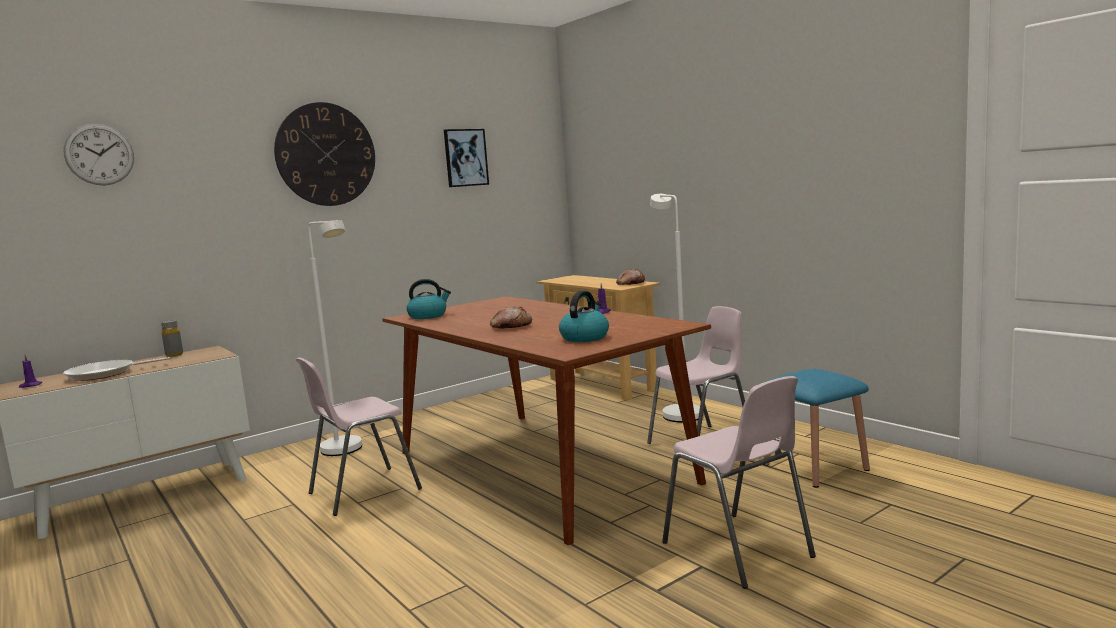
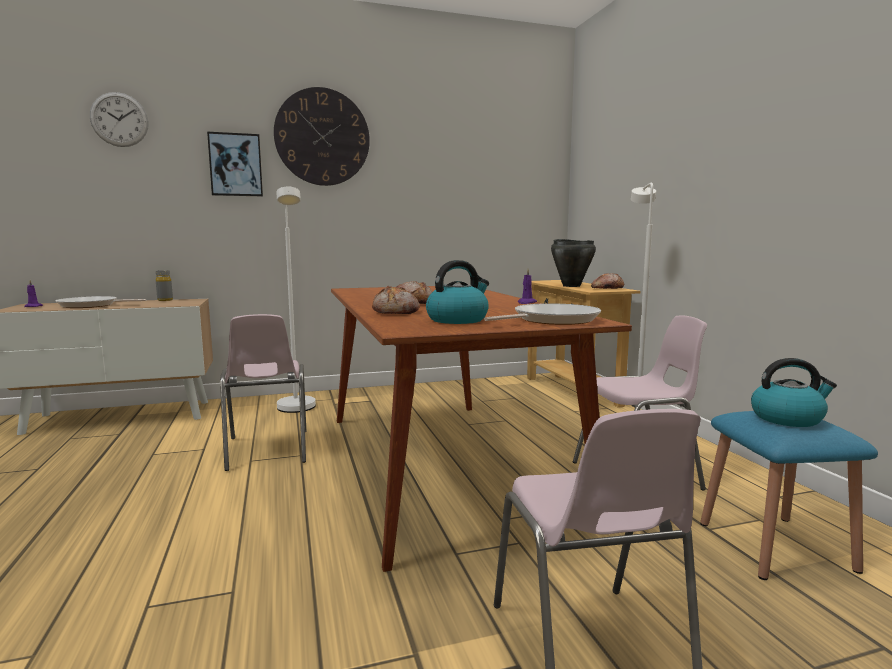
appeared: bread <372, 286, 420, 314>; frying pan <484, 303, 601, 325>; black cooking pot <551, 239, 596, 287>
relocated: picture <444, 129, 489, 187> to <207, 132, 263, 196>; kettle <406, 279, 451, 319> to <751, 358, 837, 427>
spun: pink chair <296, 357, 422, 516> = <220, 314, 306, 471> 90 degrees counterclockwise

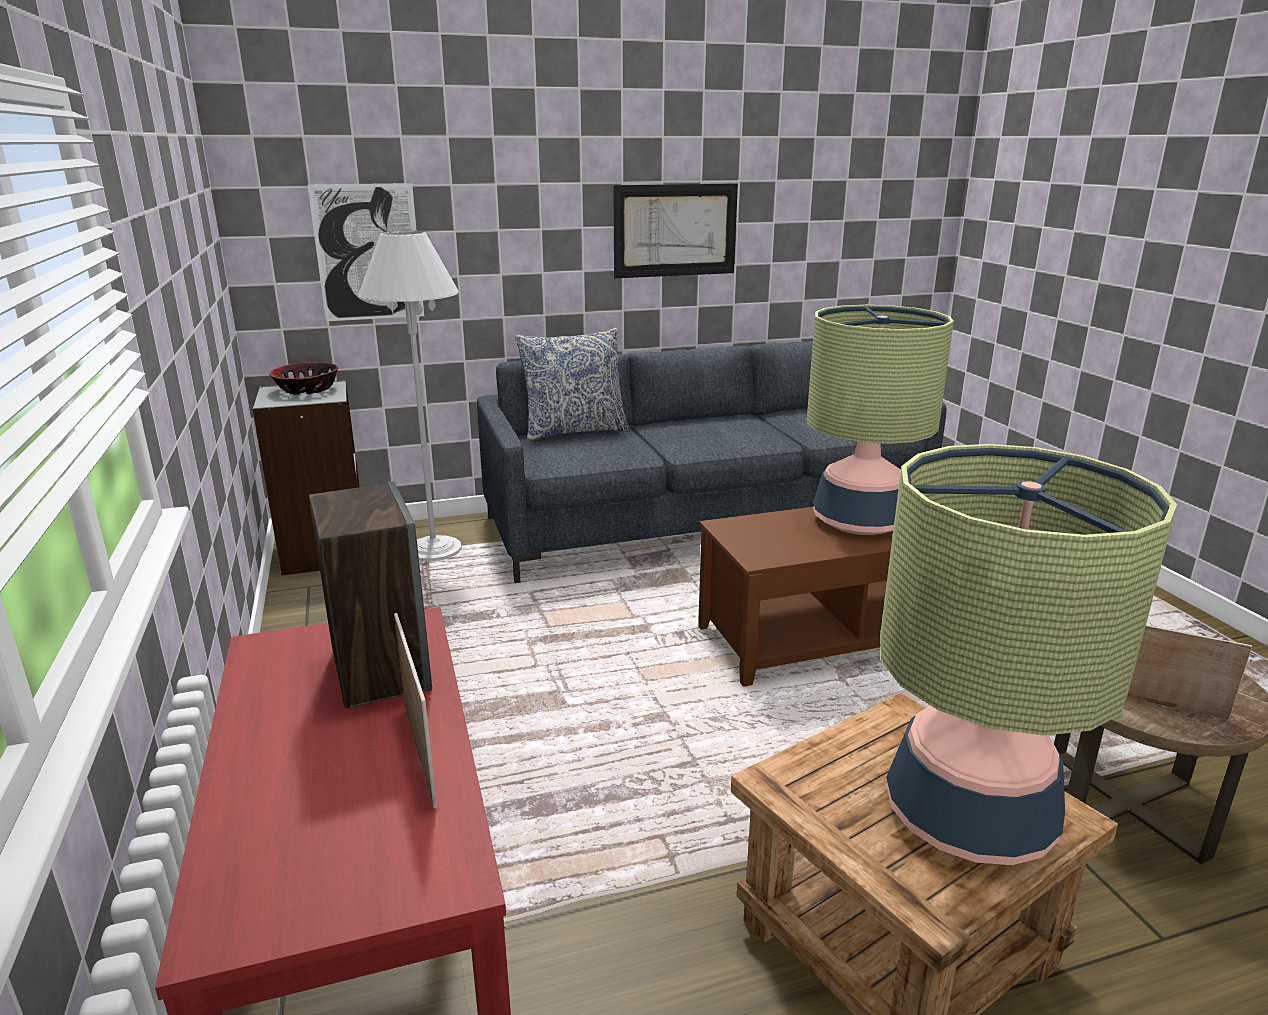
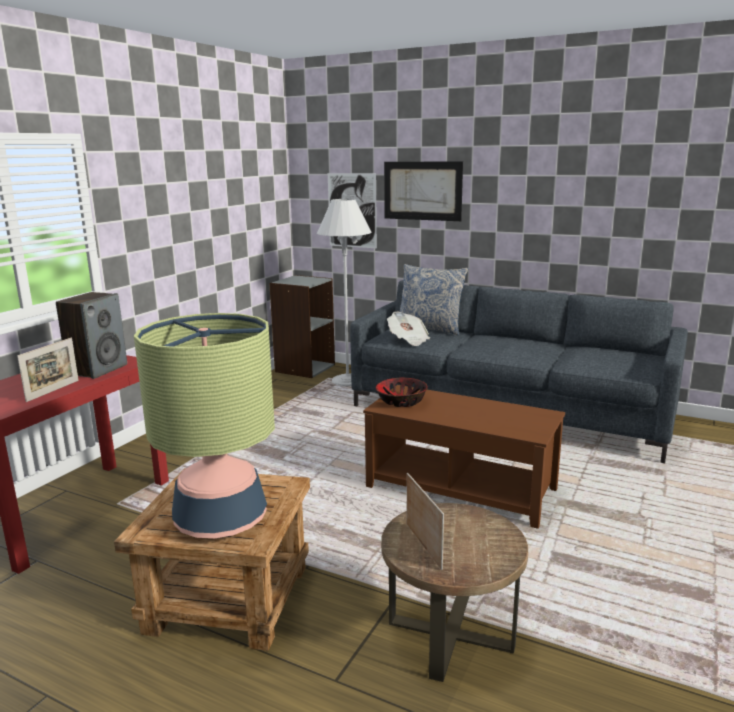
missing: table lamp <807, 305, 954, 535>
appeared: newspaper <387, 312, 430, 346>
relocated: bowl <269, 362, 339, 395> to <375, 377, 428, 407>; picture <613, 183, 738, 278> to <384, 161, 463, 221>

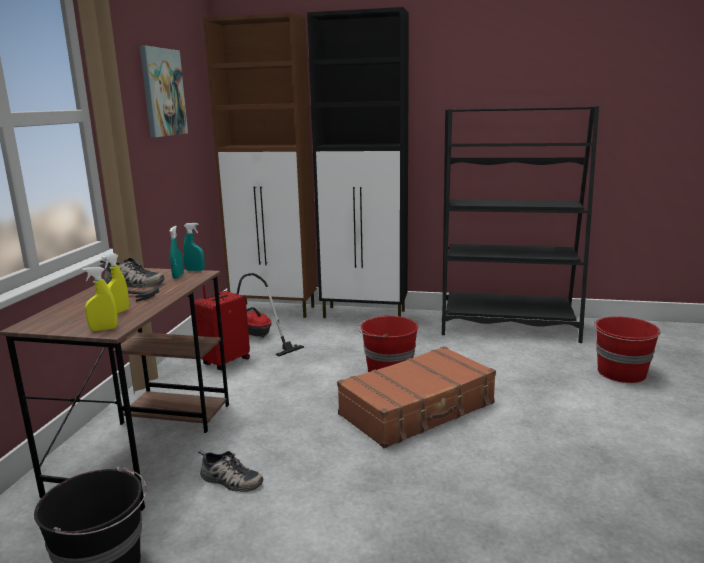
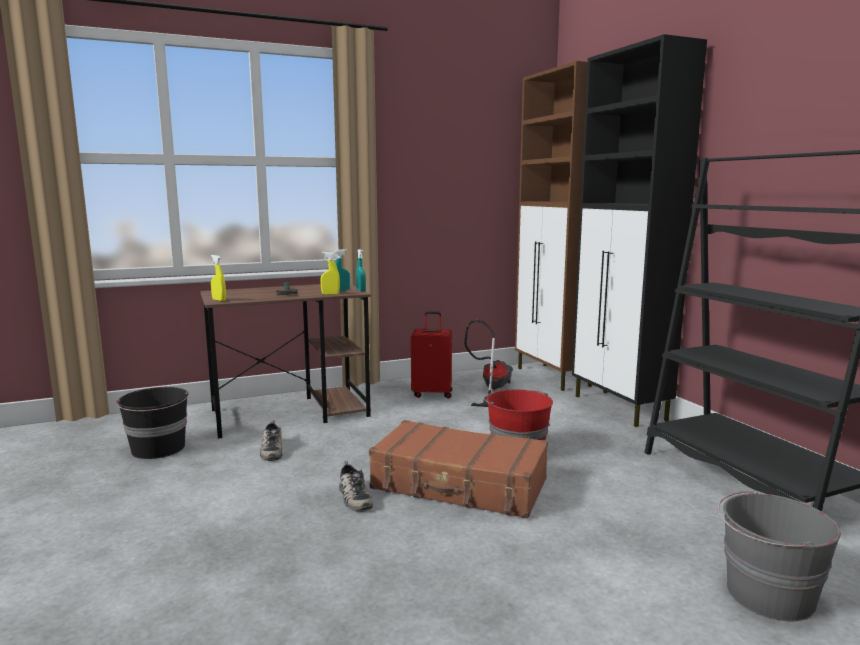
missing: picture <140, 45, 188, 137>
relocated: yellow spray bottle <101, 253, 129, 314> to <320, 252, 340, 295>; shoe <100, 257, 164, 288> to <339, 461, 373, 512>
colour: red bucket <594, 317, 661, 383> to grey bucket <718, 490, 841, 622>

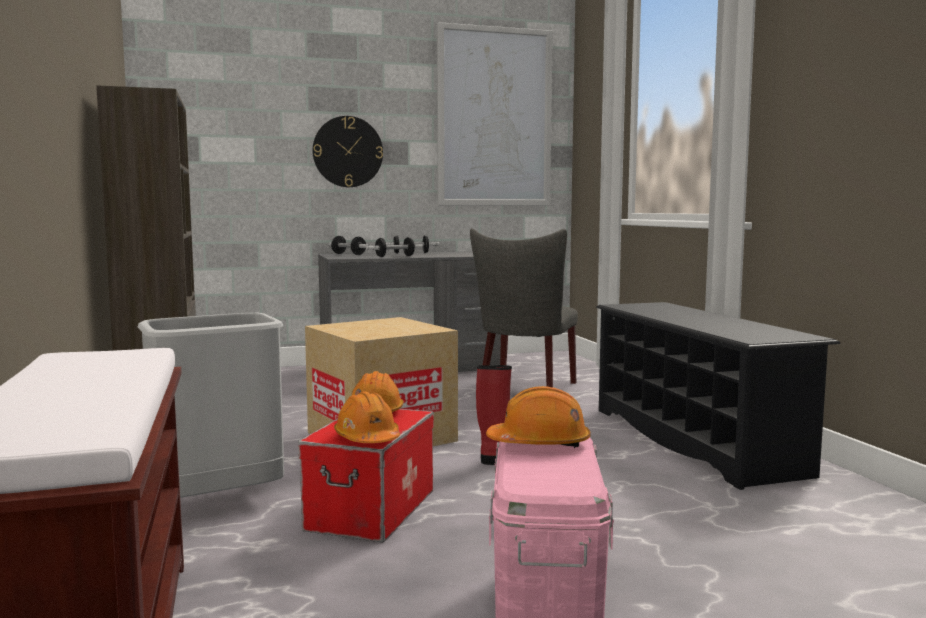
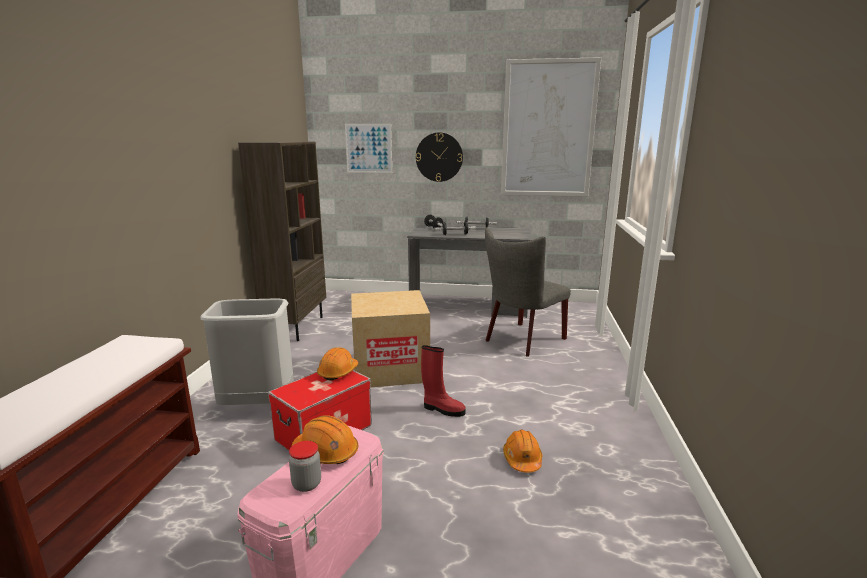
missing: black shoe rack <596, 302, 841, 490>
appeared: jar <289, 441, 321, 492>; picture <345, 124, 392, 173>
relocated: orange hard hat <334, 392, 400, 443> to <503, 430, 542, 473>

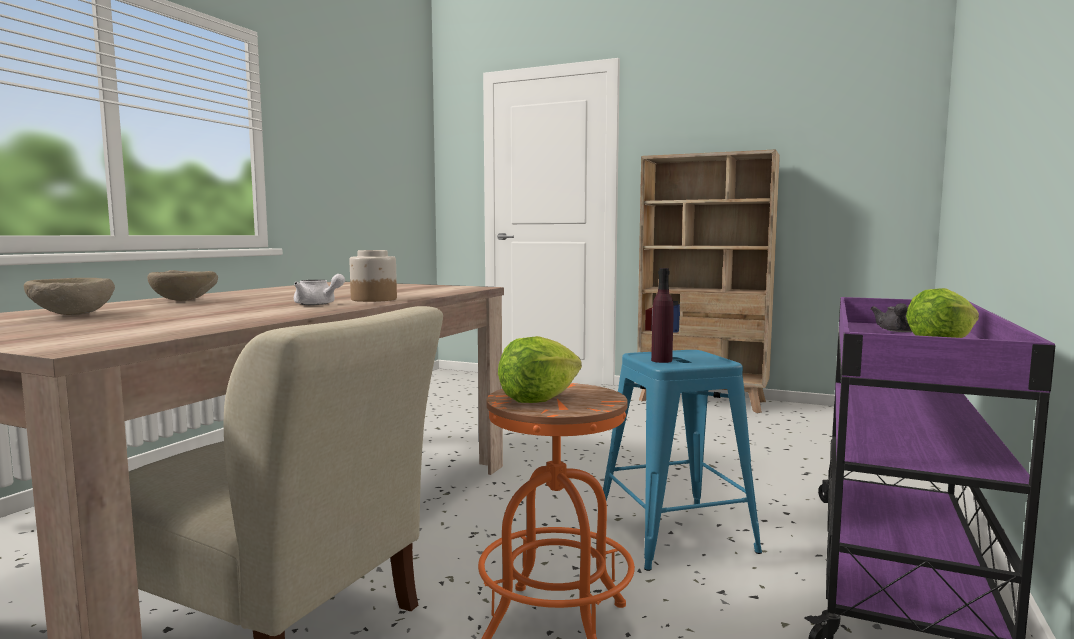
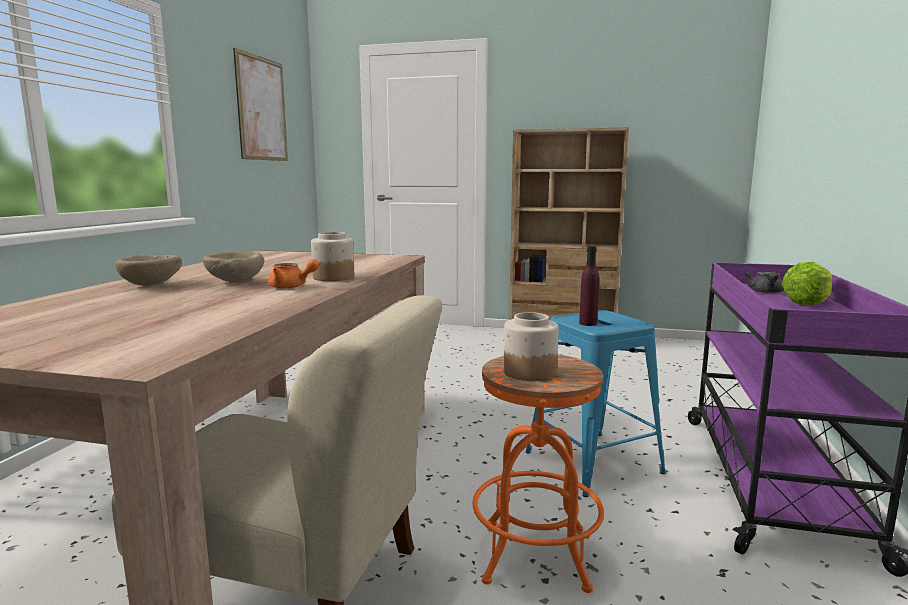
appeared: picture <233, 48, 288, 161>
relocated: beige bowl <24, 278, 115, 315> to <203, 252, 264, 282>
exchanged: lettuce <498, 336, 582, 403> to jar <503, 312, 559, 381>
colour: white teapot <294, 274, 345, 305> to orange teapot <268, 259, 319, 288>

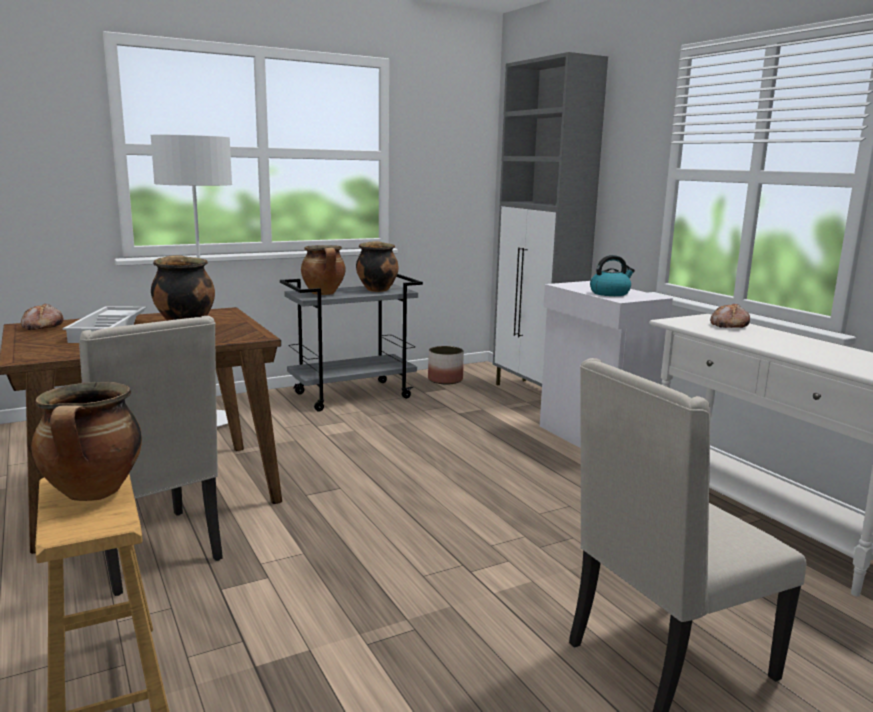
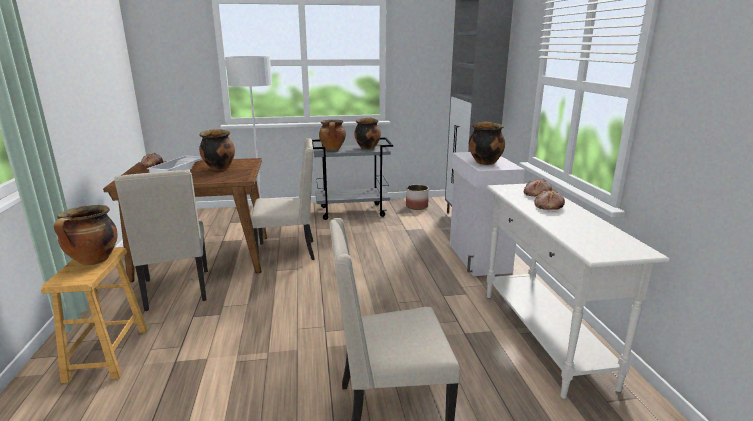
appeared: beige chair <251, 138, 315, 261>; bread <534, 189, 565, 210>
exchanged: kettle <590, 255, 635, 296> to cooking pot <469, 121, 505, 165>

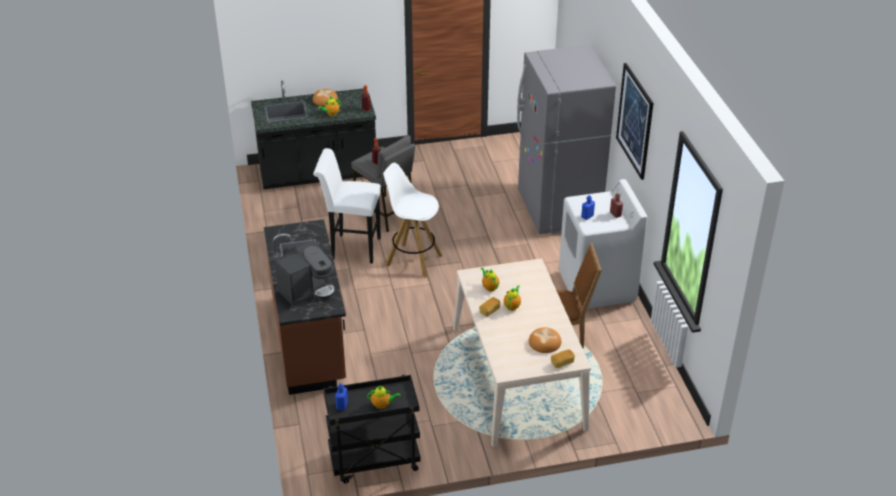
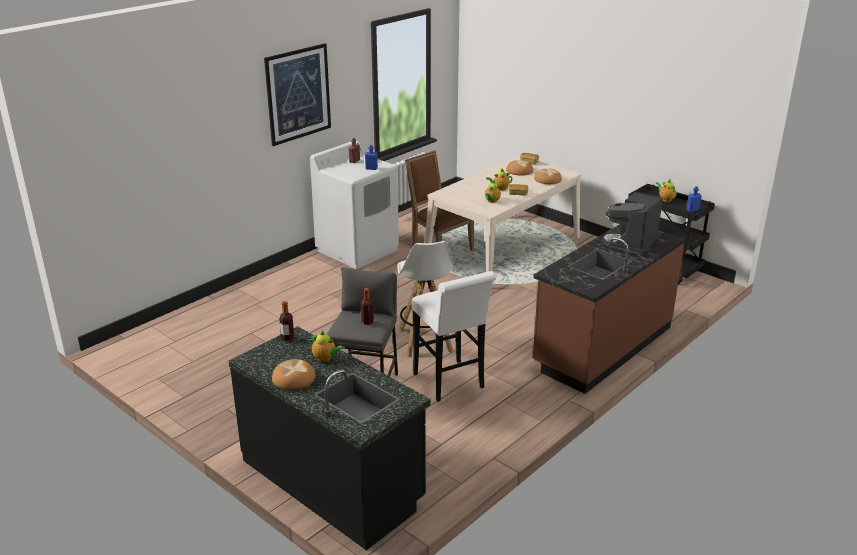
missing: grey fridge <517, 45, 616, 234>
appeared: bread <534, 169, 562, 184>
spun: coffee machine <275, 240, 335, 306> = <602, 191, 663, 255> 75 degrees counterclockwise

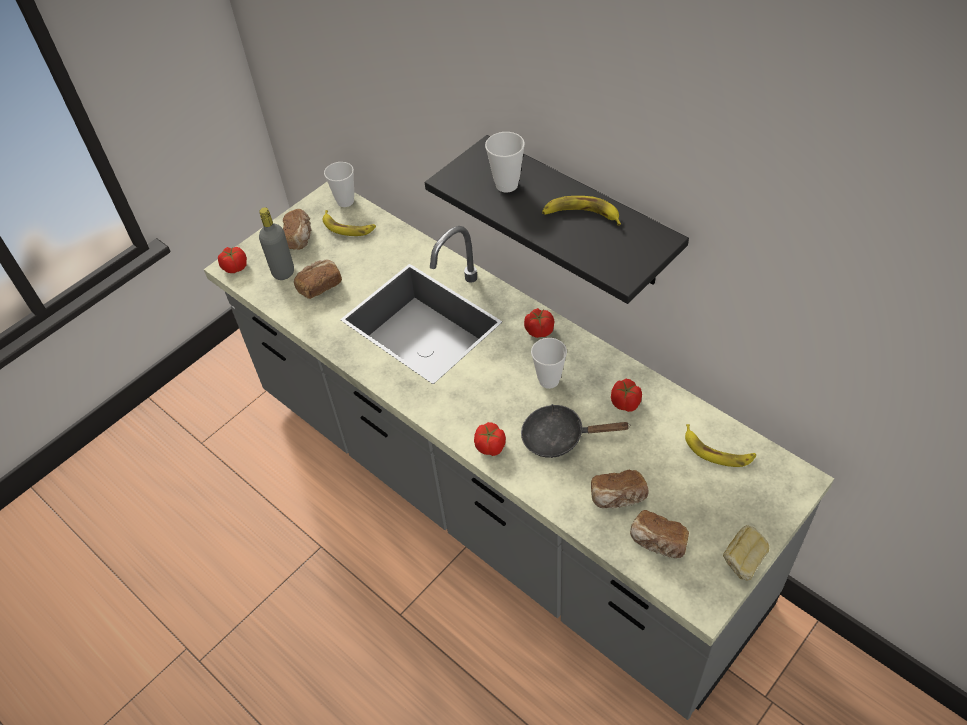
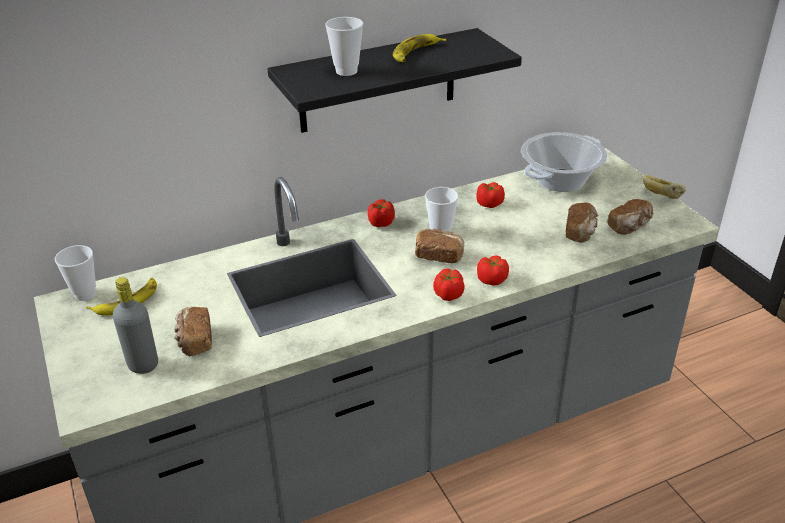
missing: black frying pan <521, 404, 631, 458>
relocated: bread <283, 209, 311, 250> to <415, 229, 464, 263>; tomato <218, 247, 247, 273> to <433, 268, 465, 301>
exchanged: banana <685, 424, 756, 467> to cooking pot <521, 132, 607, 192>

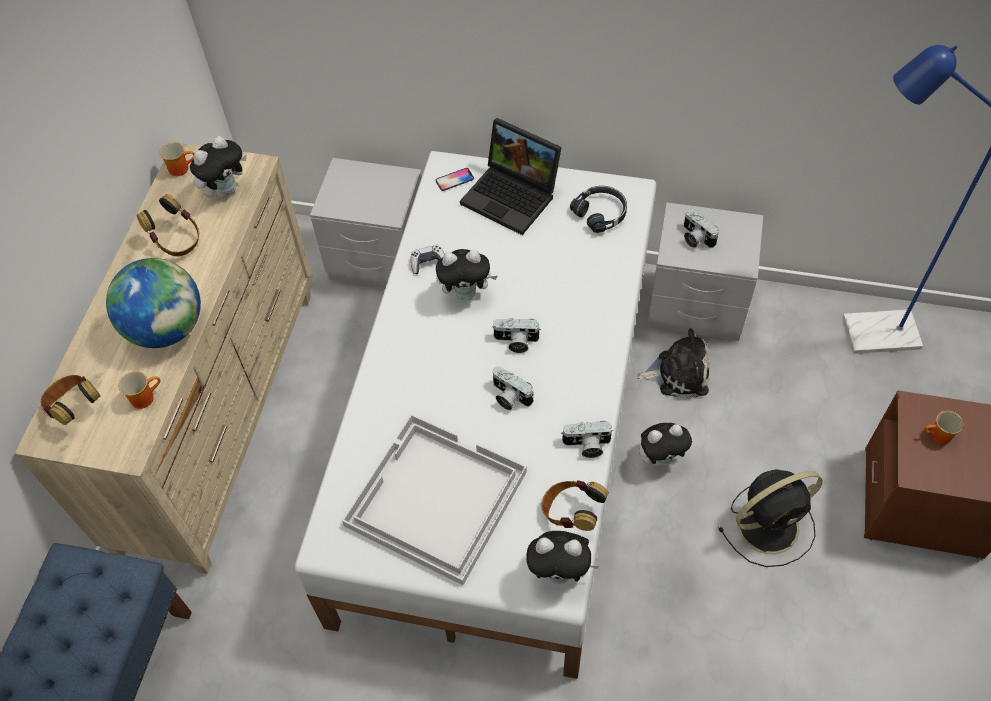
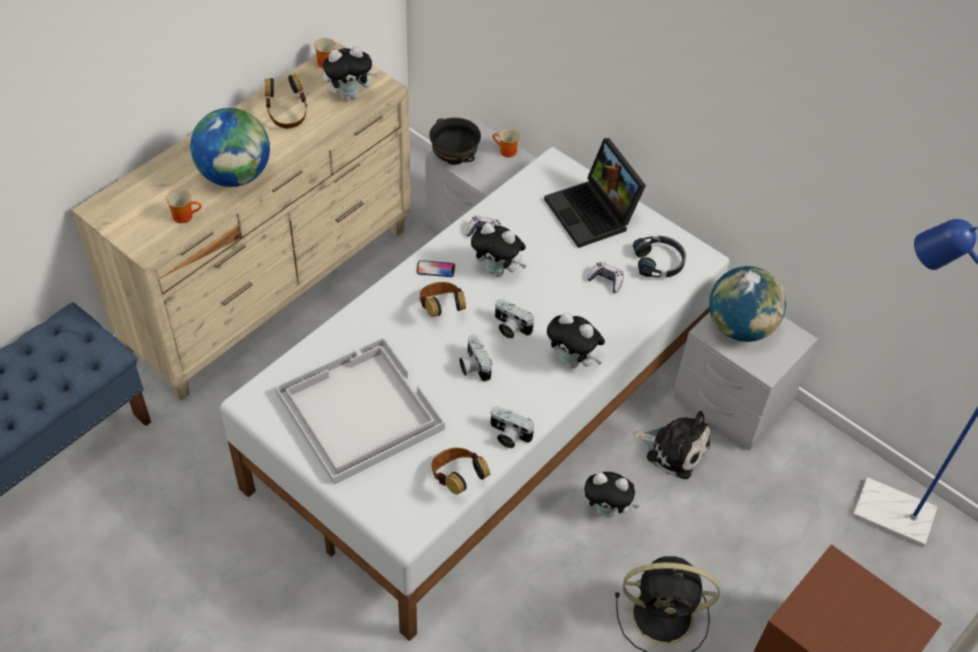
appeared: black bowl <429, 117, 481, 165>; game controller <586, 262, 624, 293>
relocated: phone <435, 168, 474, 191> to <417, 260, 455, 277>; headphones <41, 375, 100, 425> to <419, 282, 466, 317>; mug <924, 411, 964, 444> to <493, 129, 520, 157>; plush toy <526, 531, 599, 584> to <547, 312, 605, 368>
exchanged: photo camera <684, 209, 719, 248> to globe <709, 266, 786, 342>

